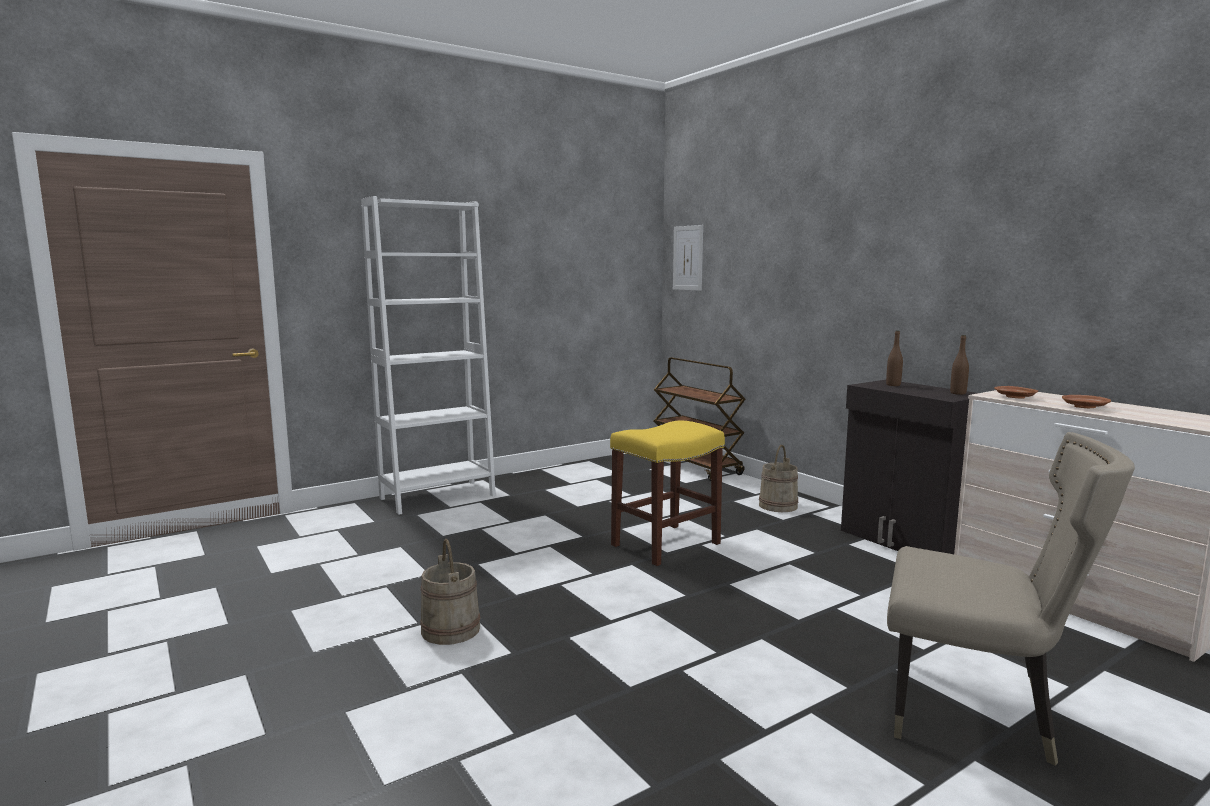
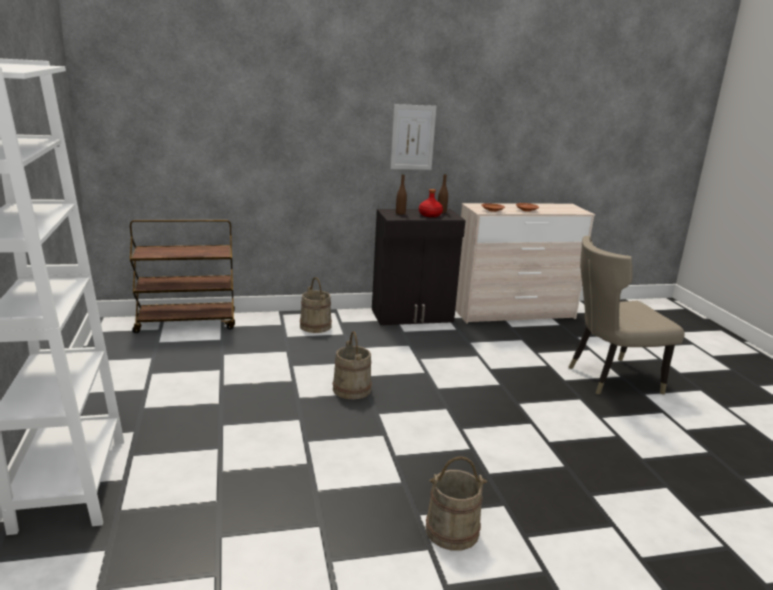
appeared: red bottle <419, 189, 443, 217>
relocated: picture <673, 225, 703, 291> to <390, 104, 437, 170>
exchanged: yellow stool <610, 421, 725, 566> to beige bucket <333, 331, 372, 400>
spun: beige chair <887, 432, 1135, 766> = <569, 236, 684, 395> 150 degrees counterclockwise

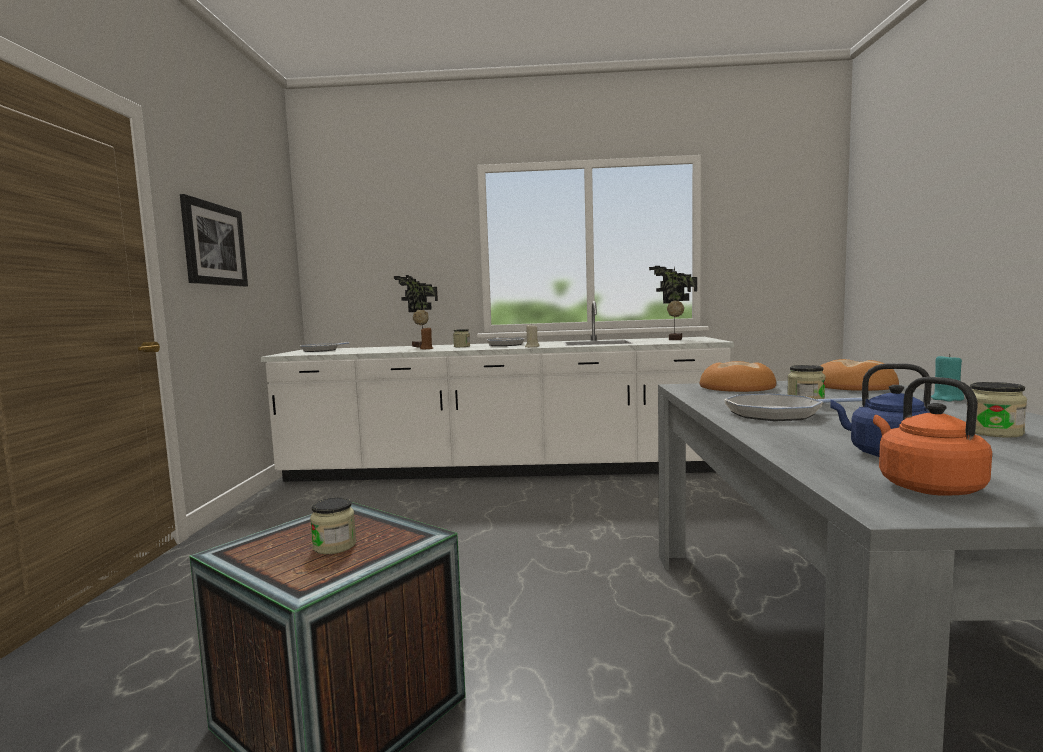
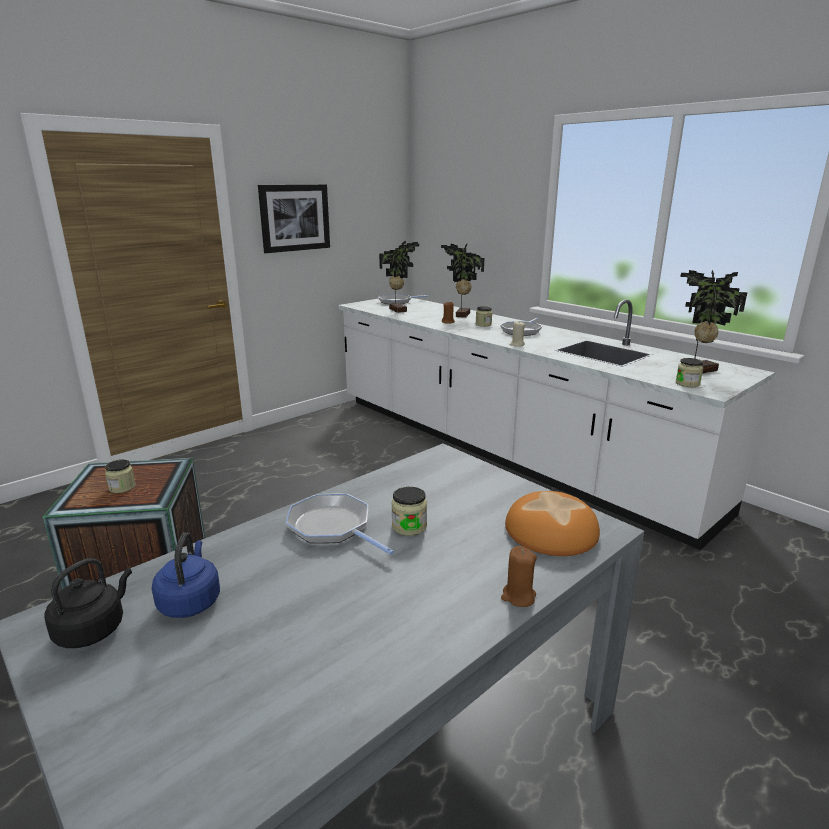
missing: bread <700, 361, 776, 392>
appeared: potted plant <379, 241, 419, 313>
relocated: jar <966, 382, 1027, 438> to <676, 358, 703, 387>
colour: orange kettle <873, 377, 992, 496> to black kettle <44, 558, 132, 648>; turquoise candle <931, 354, 964, 402> to brown candle <501, 546, 537, 607>

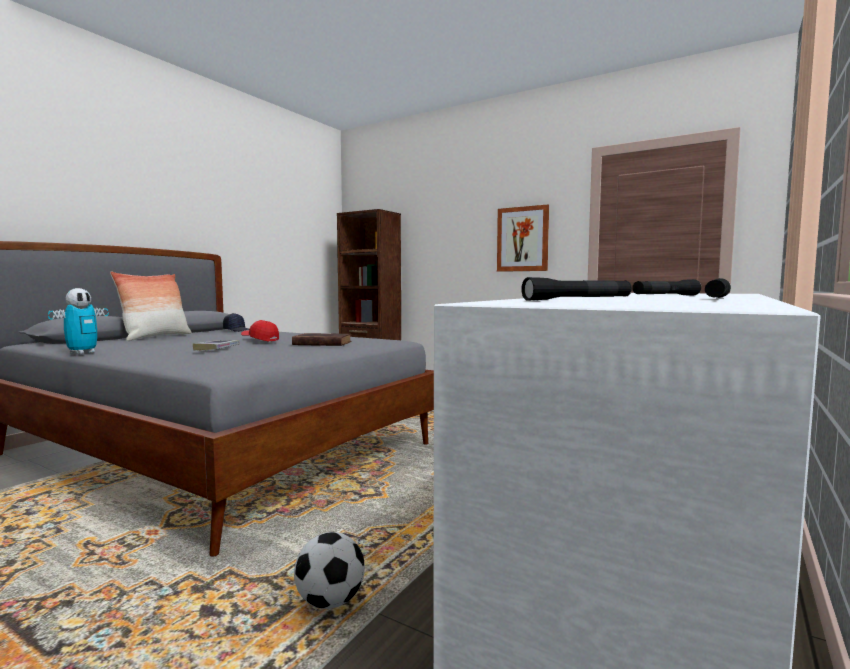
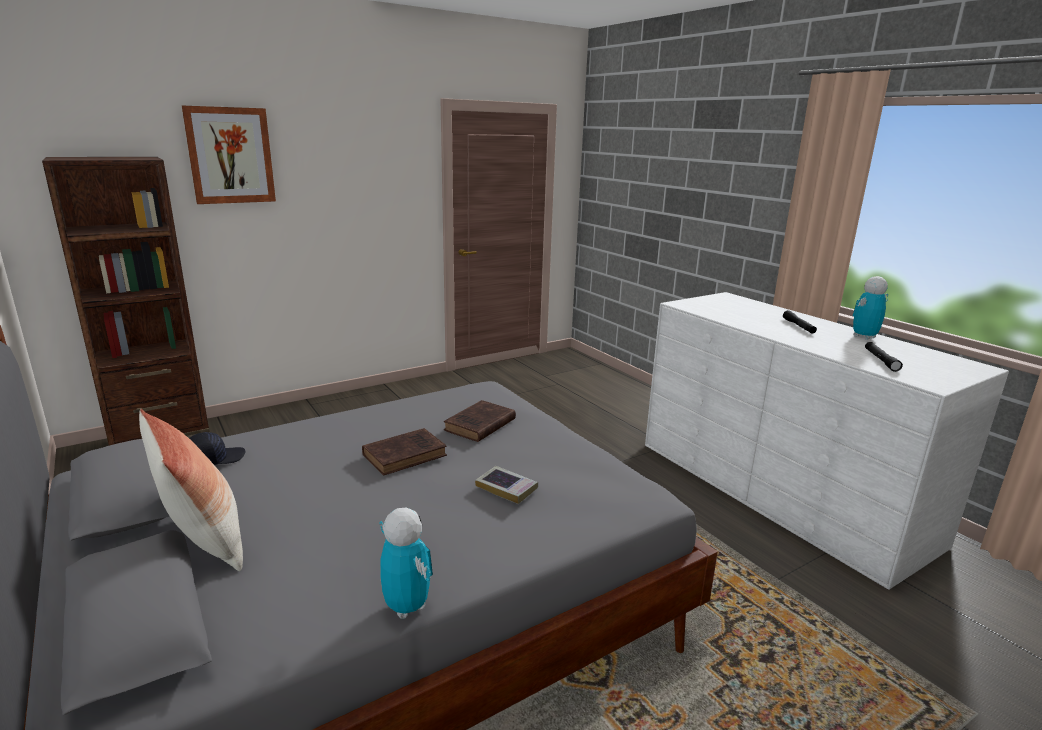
missing: football <294, 532, 365, 609>
relocated: picture <497, 205, 549, 272> to <182, 106, 276, 204>
exchanged: red cap <241, 320, 279, 342> to brown book <362, 428, 447, 476>; black flashlight <705, 278, 731, 298> to toy robot <853, 276, 888, 340>

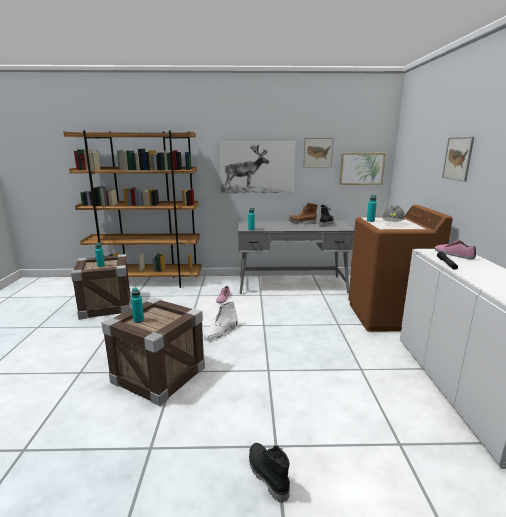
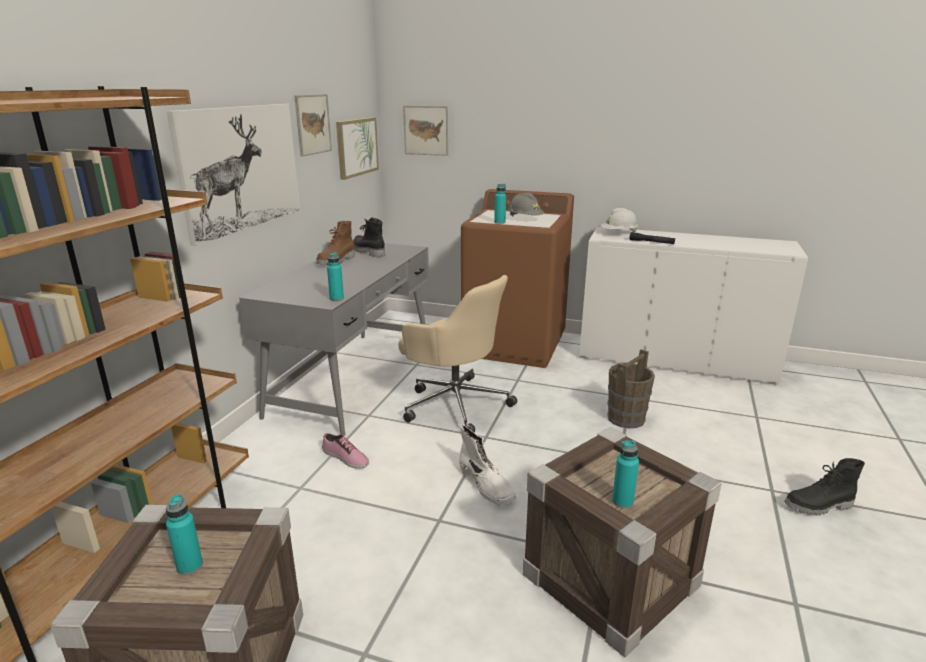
appeared: beige office chair <398, 275, 517, 432>; brown bucket <607, 349, 655, 429>
relocated: picture <442, 137, 474, 182> to <403, 106, 448, 156>
exchanged: shoe <434, 240, 476, 259> to white hard hat <600, 208, 638, 232>

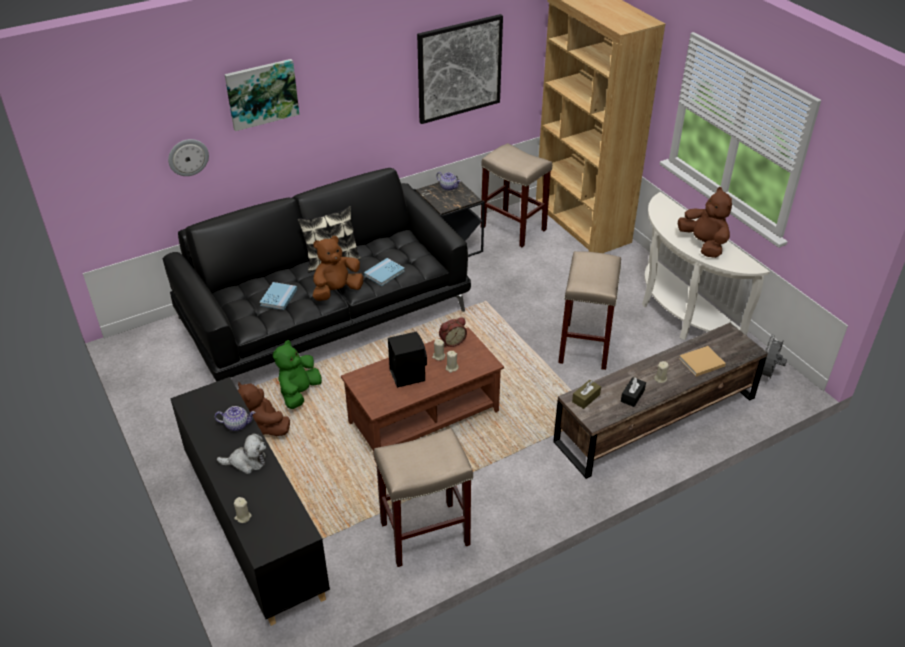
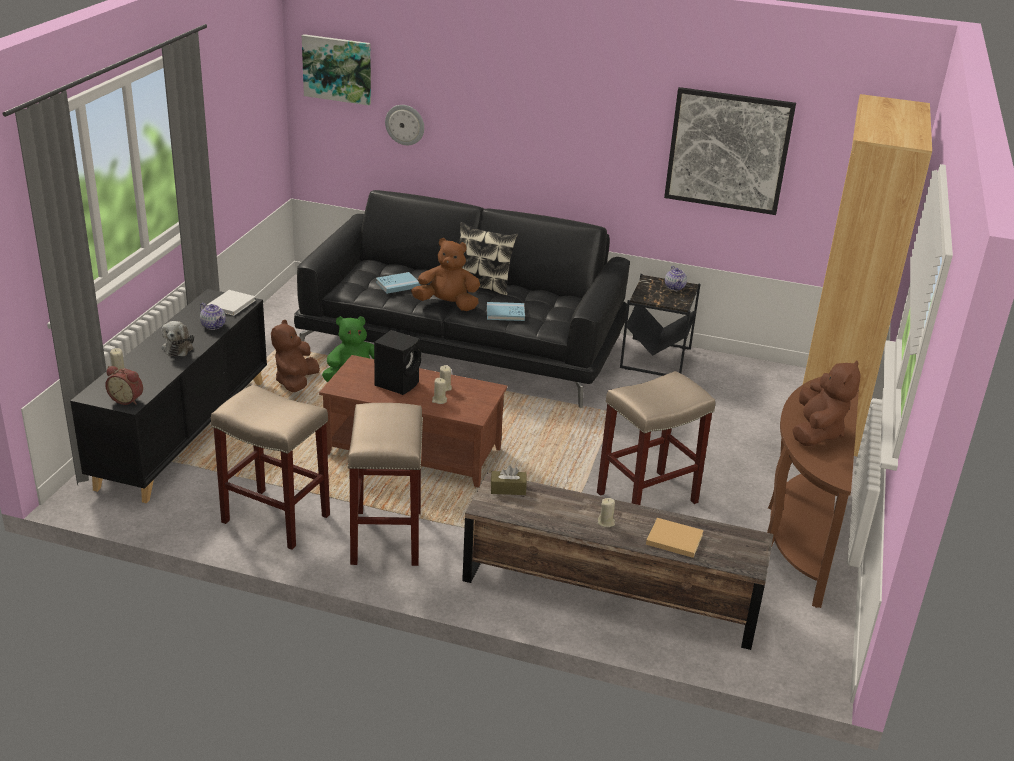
missing: black tissue box <621, 377, 646, 407>; grey fan <760, 334, 787, 379>
appeared: white book <207, 290, 256, 316>
relocated: alarm clock <439, 317, 467, 347> to <105, 366, 143, 405>; picture <224, 59, 299, 131> to <302, 34, 371, 105>; beige stool <481, 143, 552, 247> to <347, 403, 423, 566>
colour: white console table <642, 192, 770, 340> to brown console table <767, 377, 859, 608>
spun: plush toy <217, 434, 266, 474> = <162, 321, 194, 356> 45 degrees clockwise

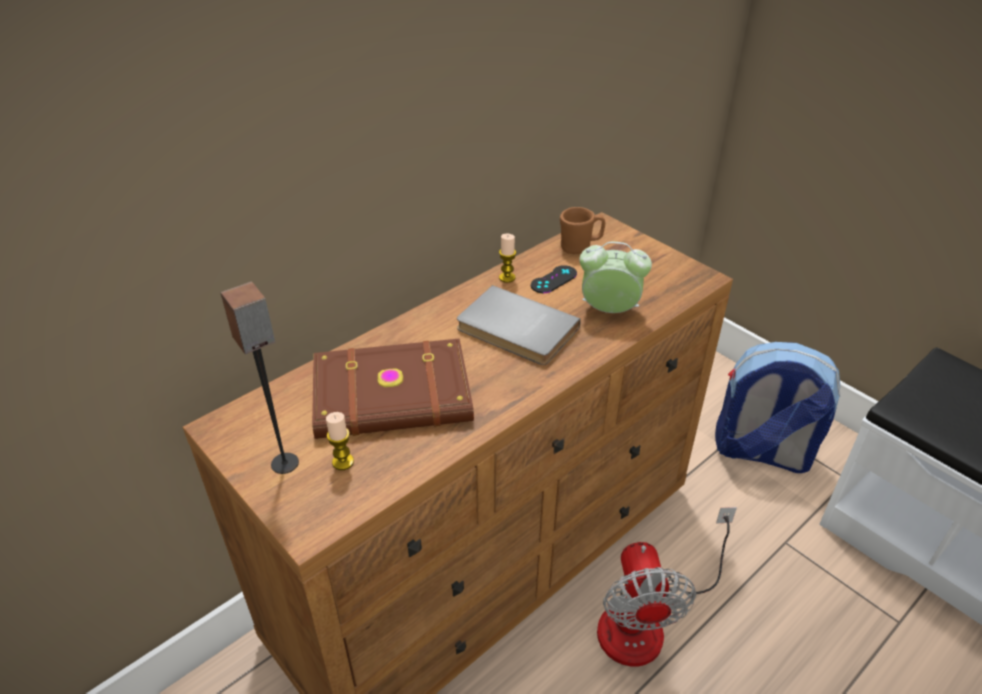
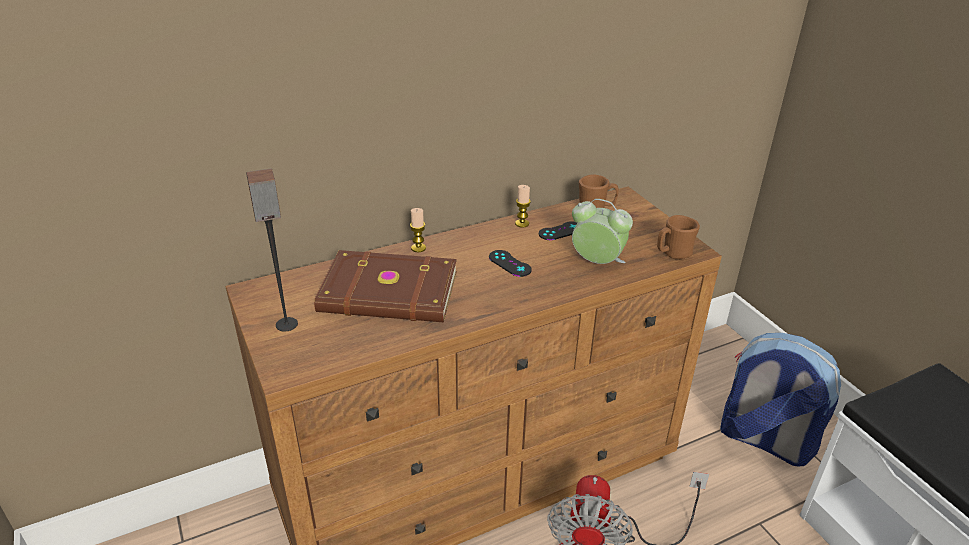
appeared: brown mug <657, 215, 700, 259>
relocated: candle <326, 412, 354, 470> to <410, 208, 426, 252>
exchanged: grey book <457, 285, 581, 365> to black game controller <489, 250, 532, 277>

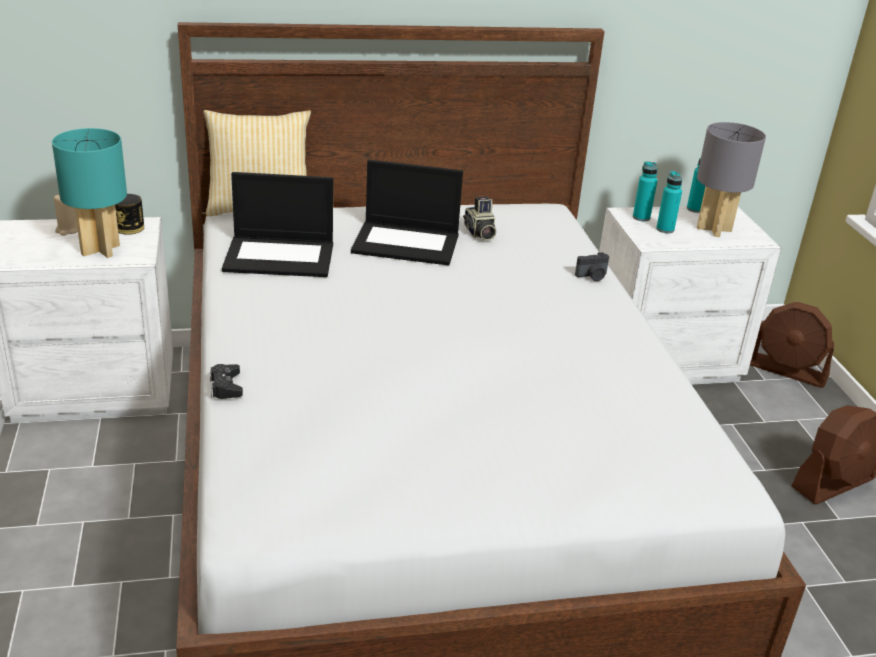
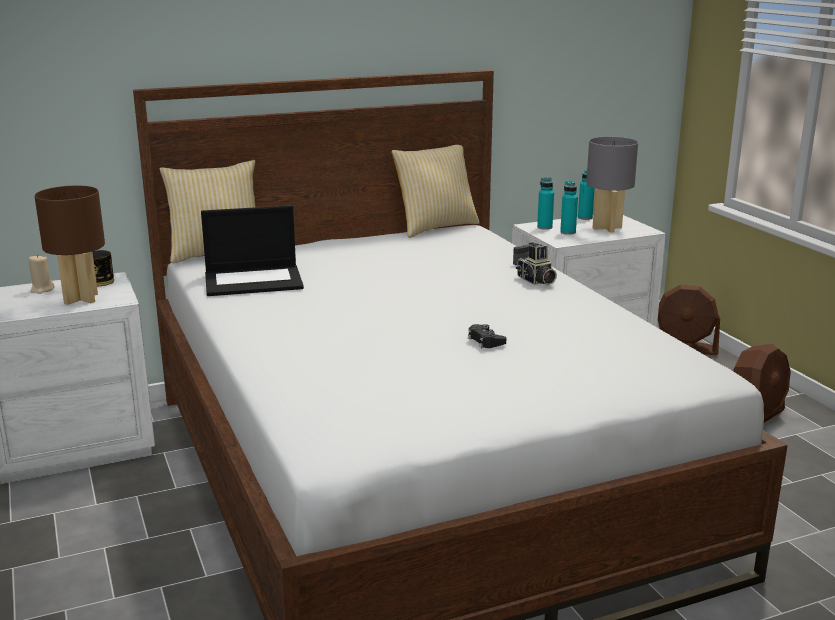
missing: laptop <351, 160, 463, 265>
appeared: pillow <391, 145, 480, 238>
relocated: black game controller <210, 364, 243, 399> to <468, 324, 506, 348>; photo camera <463, 196, 496, 241> to <516, 244, 557, 285>
colour: turquoise table lamp <52, 128, 127, 258> to brown table lamp <34, 185, 105, 305>

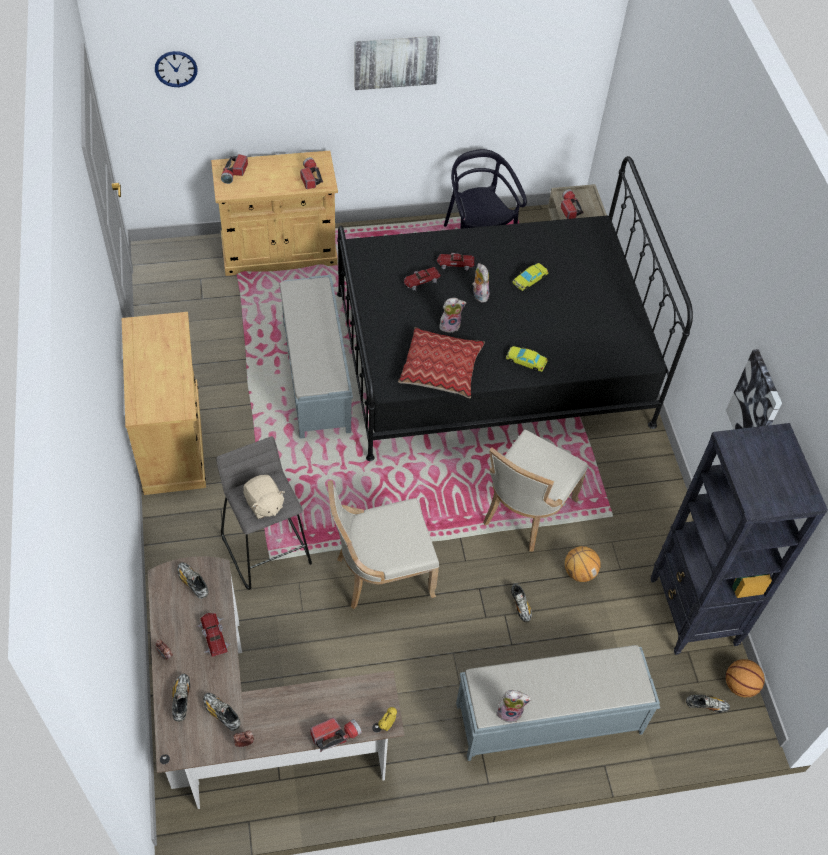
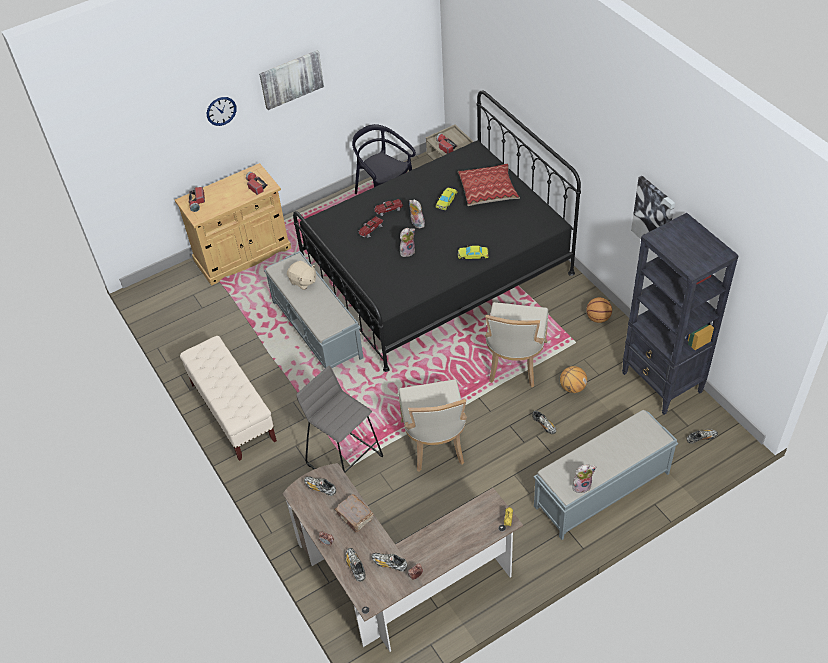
missing: flashlight <310, 717, 362, 752>
relocated: wall clock <155, 51, 198, 87> to <207, 97, 237, 126>; beige plush toy <243, 475, 285, 519> to <287, 261, 316, 290>; pillow <398, 327, 485, 399> to <458, 163, 520, 206>; basketball <726, 659, 765, 697> to <586, 297, 612, 323>
exchanged: beige cabinet <122, 312, 206, 495> to beige bench <180, 336, 277, 461>; toy car <197, 613, 230, 657> to brown book <335, 494, 374, 532>
spun: beige chair <328, 480, 439, 609> = <398, 379, 467, 472> 60 degrees counterclockwise

